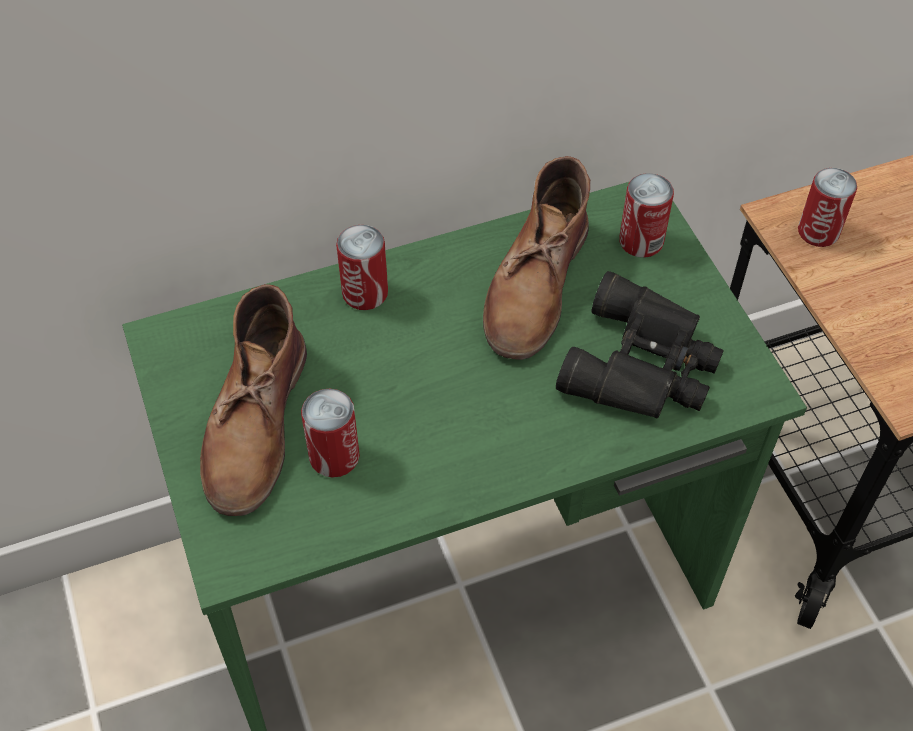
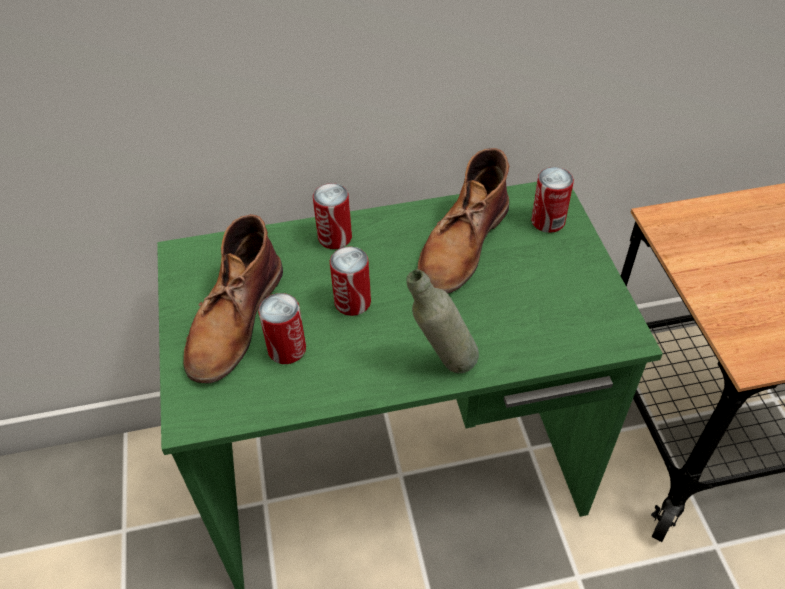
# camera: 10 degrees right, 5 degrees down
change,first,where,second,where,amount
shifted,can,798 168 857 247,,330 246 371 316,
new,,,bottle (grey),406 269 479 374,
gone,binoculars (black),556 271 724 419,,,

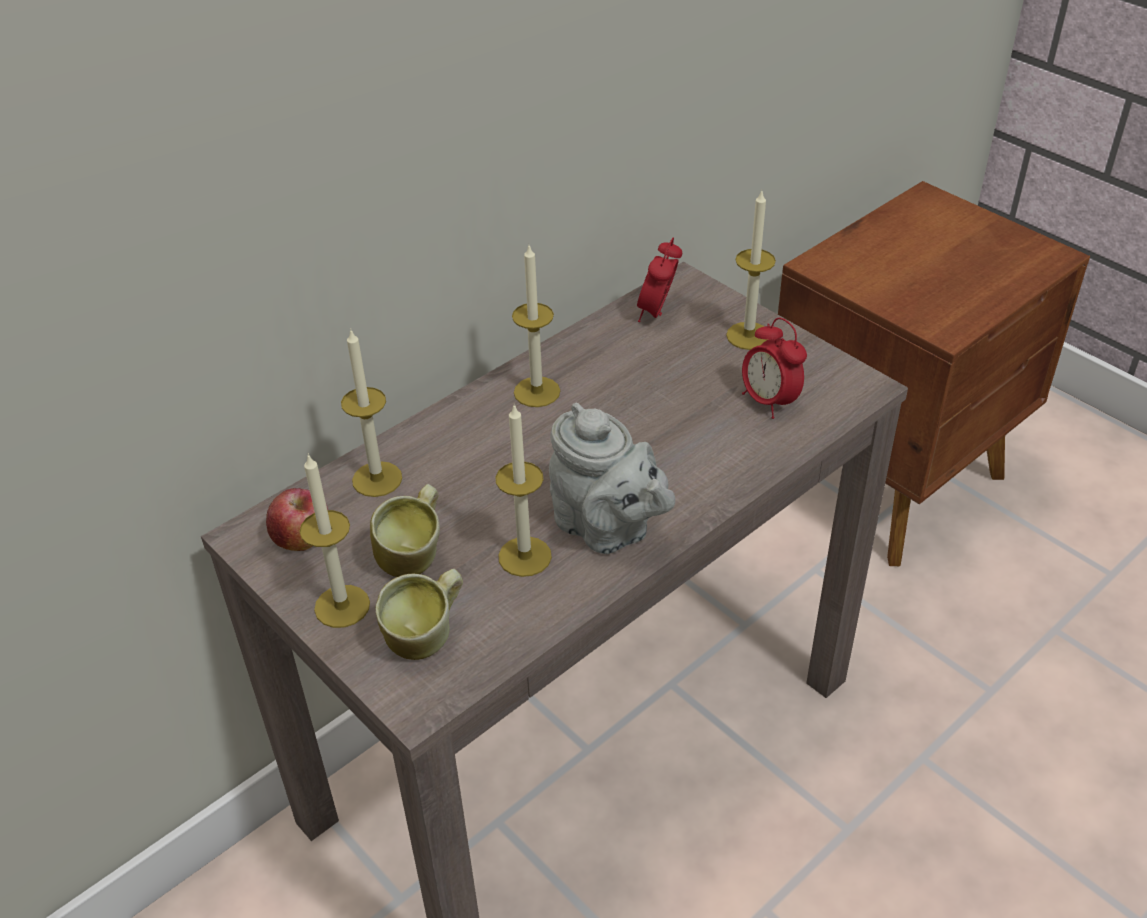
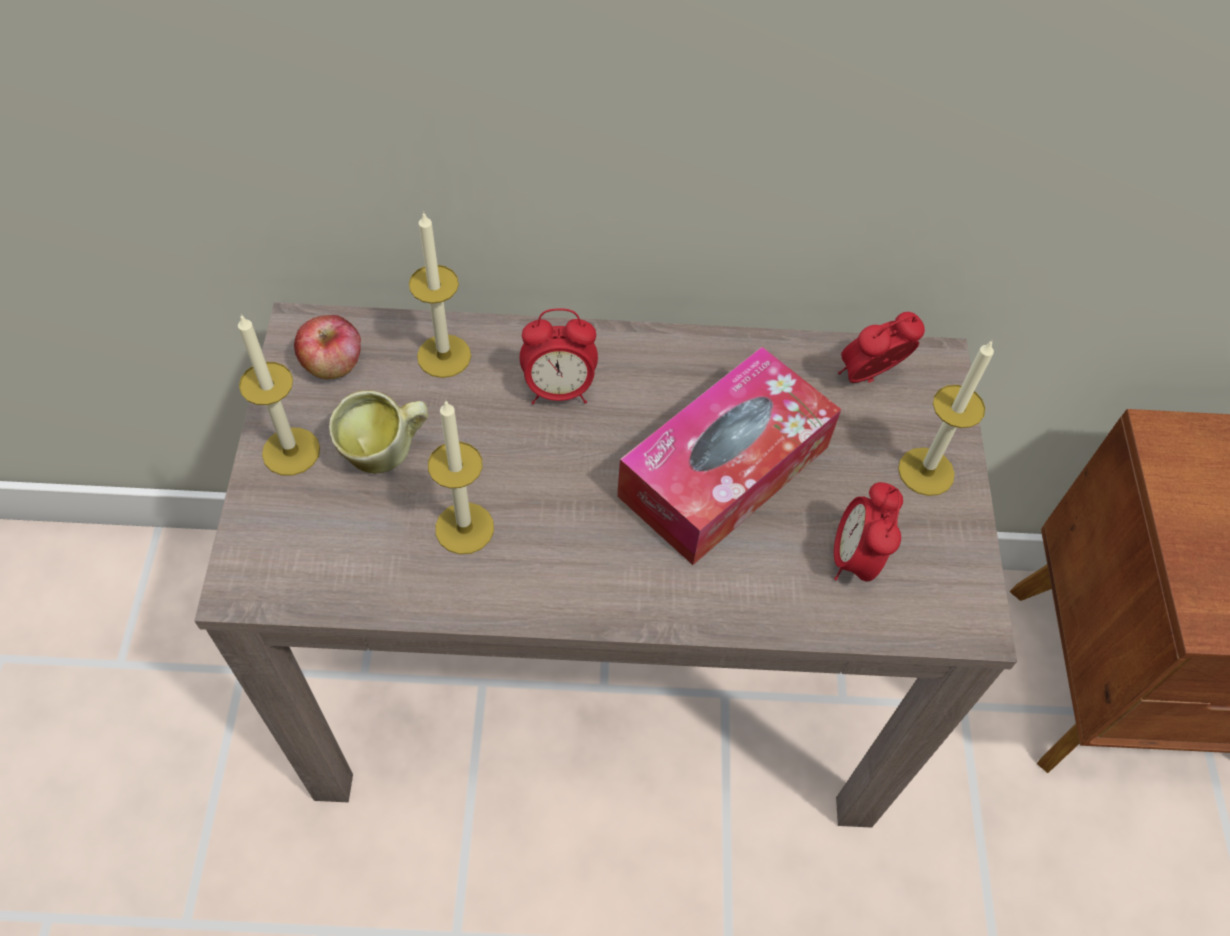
# camera: 40 degrees right, 15 degrees up
change,first,where,second,where,amount
new,,,alarm clock,520 308 598 404,
new,,,tissue box,617 347 841 565,
gone,mug,376 569 463 660,,,
gone,candle,512 246 560 407,,,
gone,teapot (grey),549 403 675 554,,,

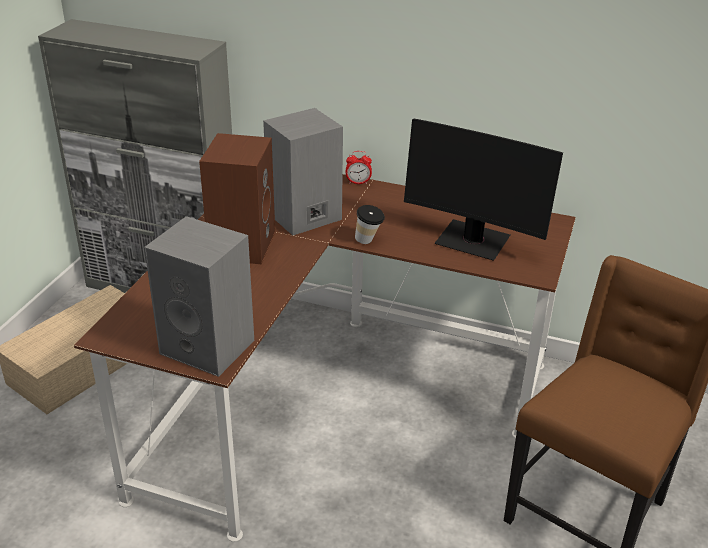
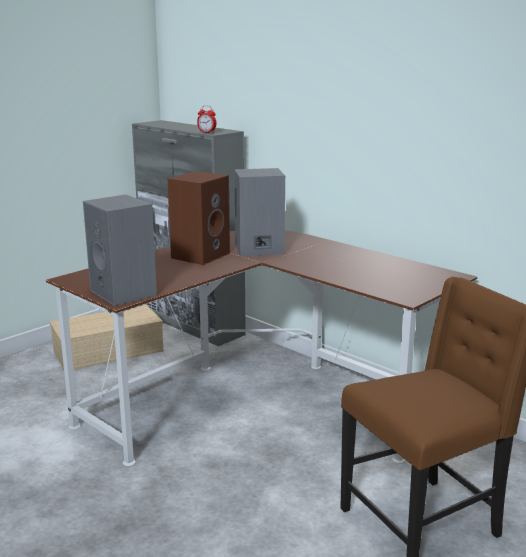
# camera: 25 degrees right, 15 degrees down
change,first,where,second,where,amount
shifted,alarm clock,346 151 372 184,,197 106 216 133,
gone,cup,355 205 385 244,,,
gone,monitor,404 118 563 261,,,

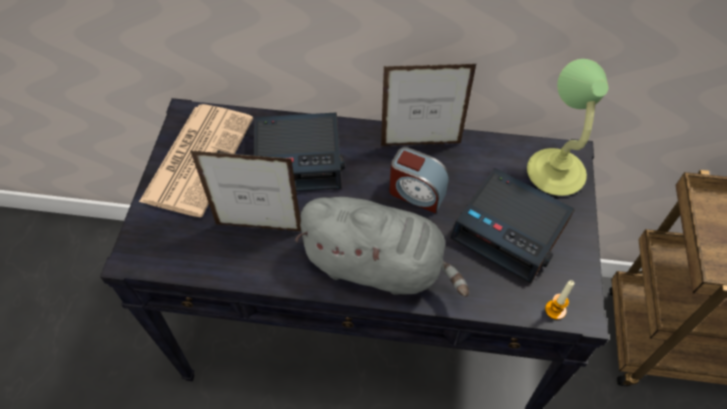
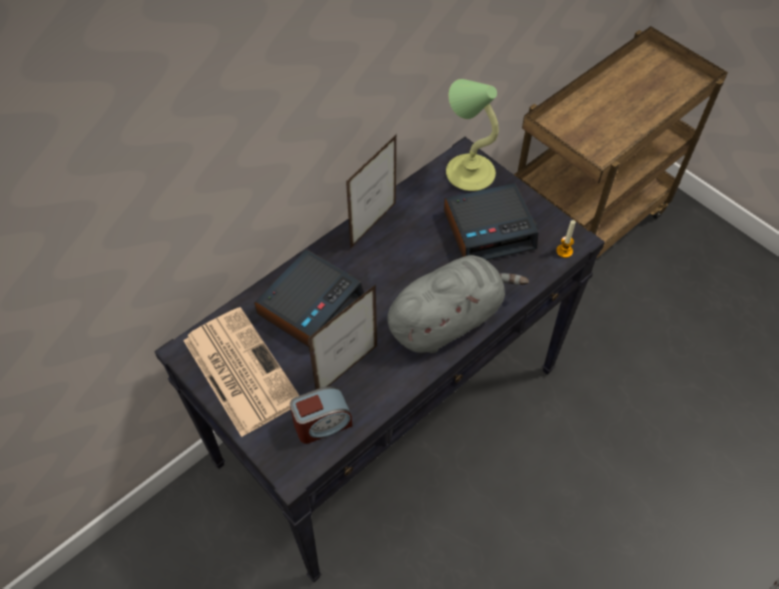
# camera: 50 degrees left, 0 degrees up
change,first,where,second,where,amount
shifted,alarm clock,389 147 449 213,,290 386 352 444,

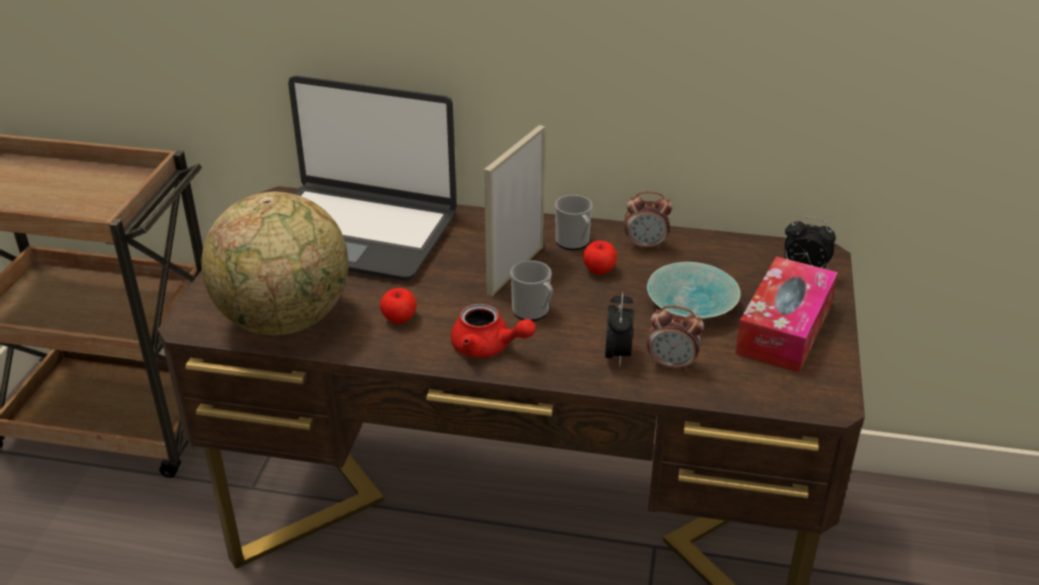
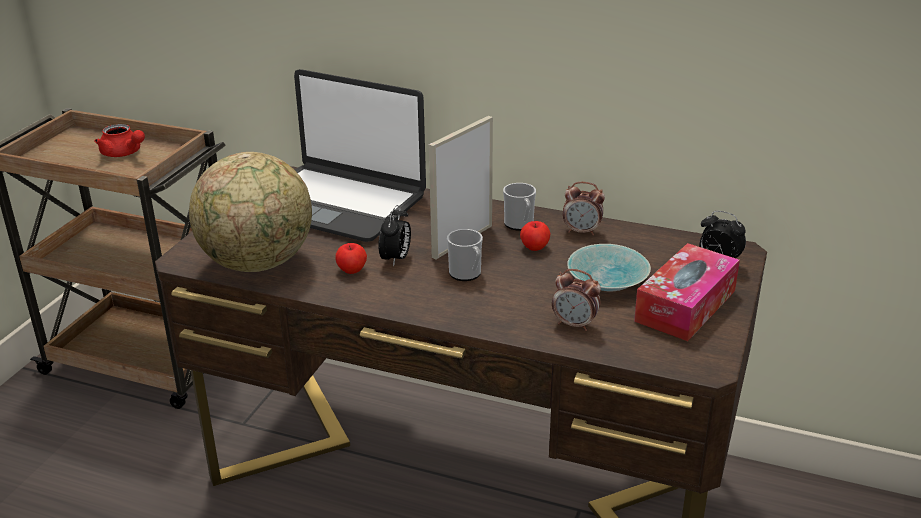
# camera: 10 degrees right, 5 degrees down
change,first,where,second,where,amount
shifted,teapot (red),451 304 536 358,,94 124 145 157,
shifted,alarm clock,605 291 634 366,,378 205 411 267,

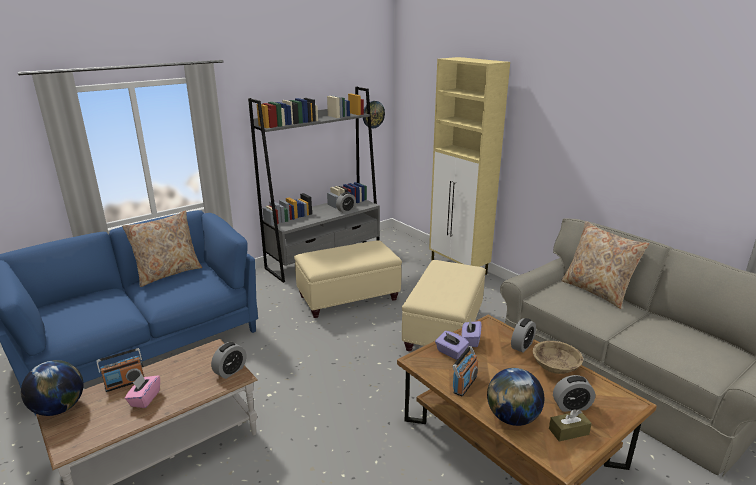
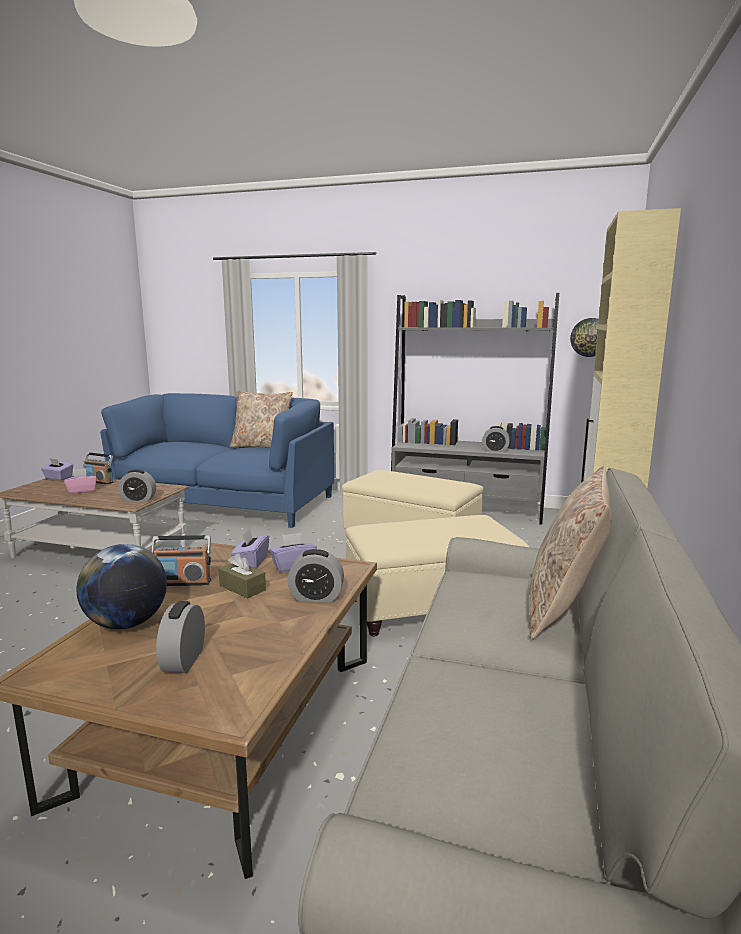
# camera: 55 degrees right, 10 degrees down
change,first,where,second,where,amount
swapped,globe,21 360 84 416,tissue box (purple),41 459 73 480,
rotated,alarm clock,553 375 595 412,,156 601 205 673,45 degrees clockwise
shifted,tissue box (brown),549 409 592 442,,218 553 266 599,
gone,bowl (beige),533 341 583 374,,,

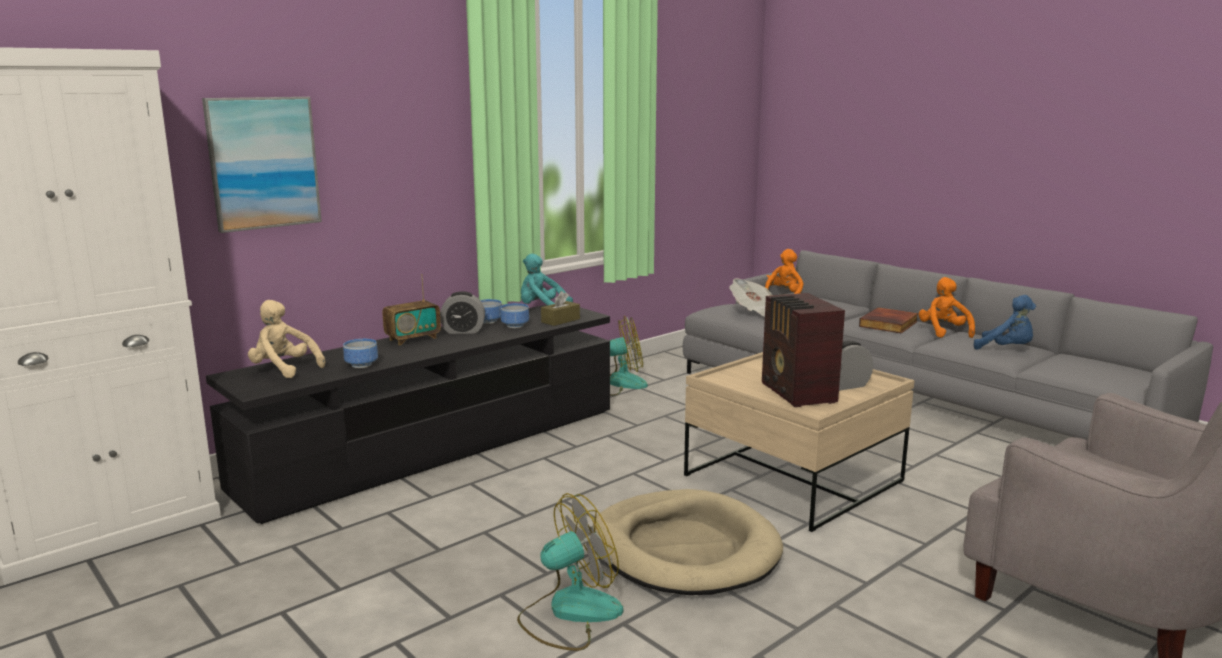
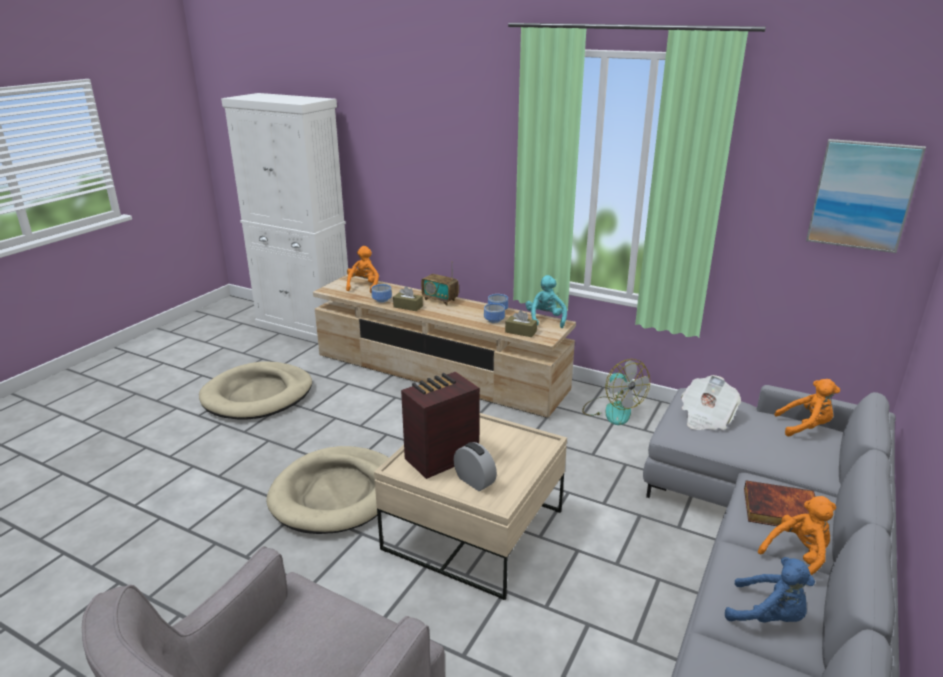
# camera: 70 degrees right, 10 degrees up
change,first,where,second,where,amount
new,,,dog bed (beige),199 361 312 420,
repainted,tv stand (black),206 305 610 524,tv stand (beige),313 274 576 418,
repainted,plush toy (beige),248 300 325 378,plush toy (orange),346 246 379 293,
new,,,tissue box (brown),393 286 423 311,
rotated,plush toy (blue),974 295 1036 350,,725 557 815 623,75 degrees counterclockwise
shifted,picture,202 97 322 233,,806 139 926 253,
gone,alarm clock,440 291 485 334,,,
gone,fan,517 493 623 651,,,

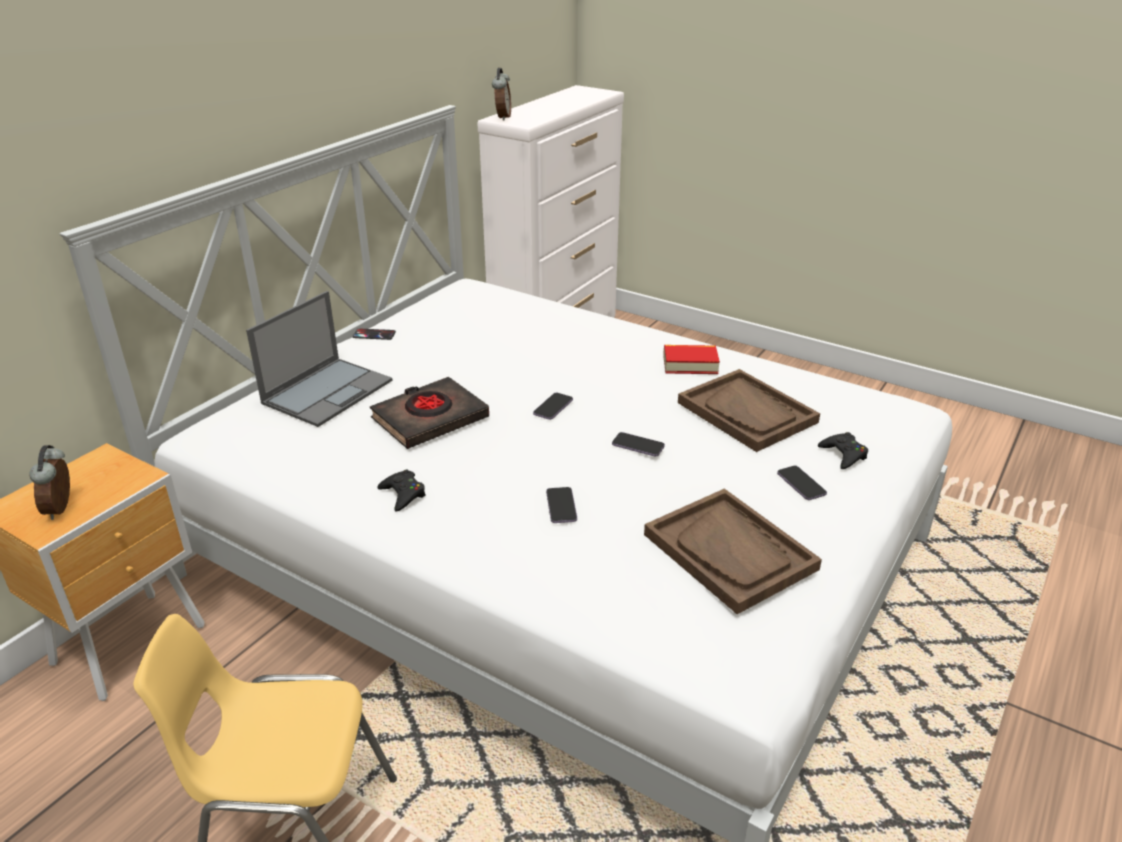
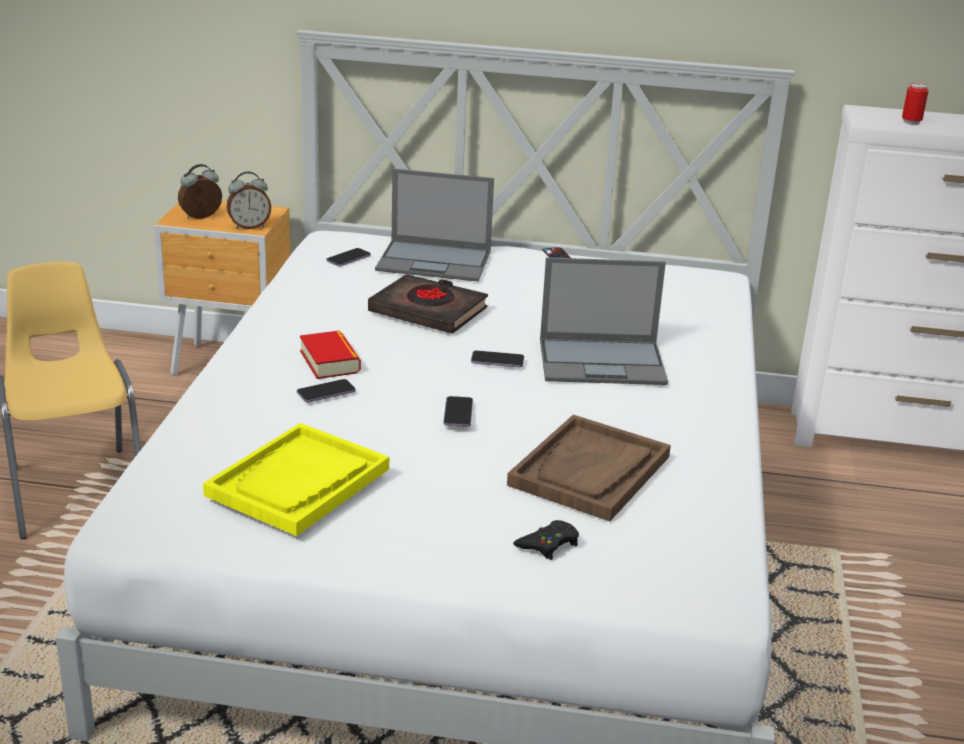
# camera: 65 degrees right, 5 degrees down
change,first,where,second,where,amount
repainted,tray (brown),644 488 822 614,tray (yellow),203 423 389 536,
shifted,alarm clock,492 68 511 121,,227 172 271 229,
shifted,book,663 345 720 374,,300 331 361 379,
shifted,phone,777 466 827 500,,326 248 371 266,
new,,,laptop,540 257 668 385,
new,,,can,902 83 929 125,
gone,game controller (black),377 470 426 512,,,

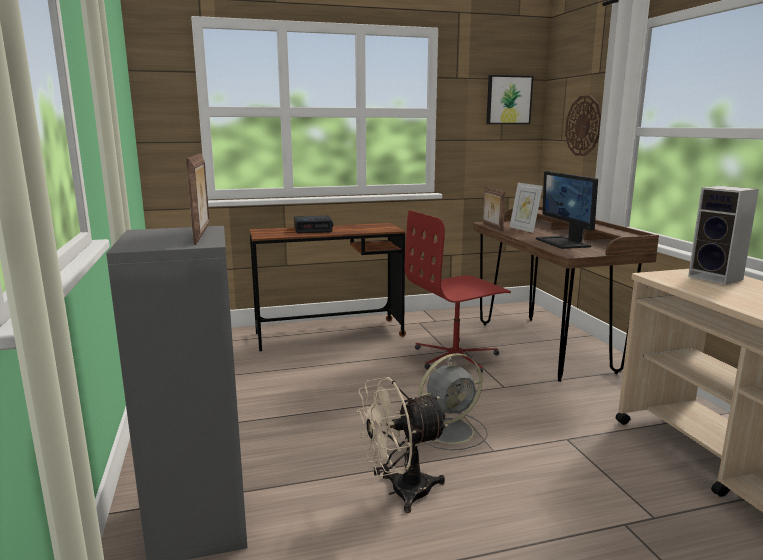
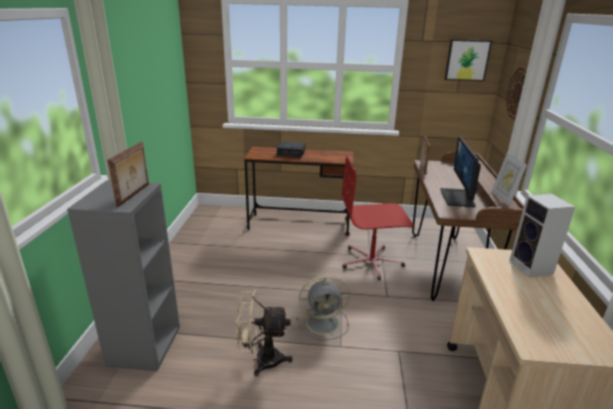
# camera: 20 degrees right, 10 degrees up
change,first,where,second,where,amount
shifted,picture frame,510 183 543 233,,492 153 527 206,

